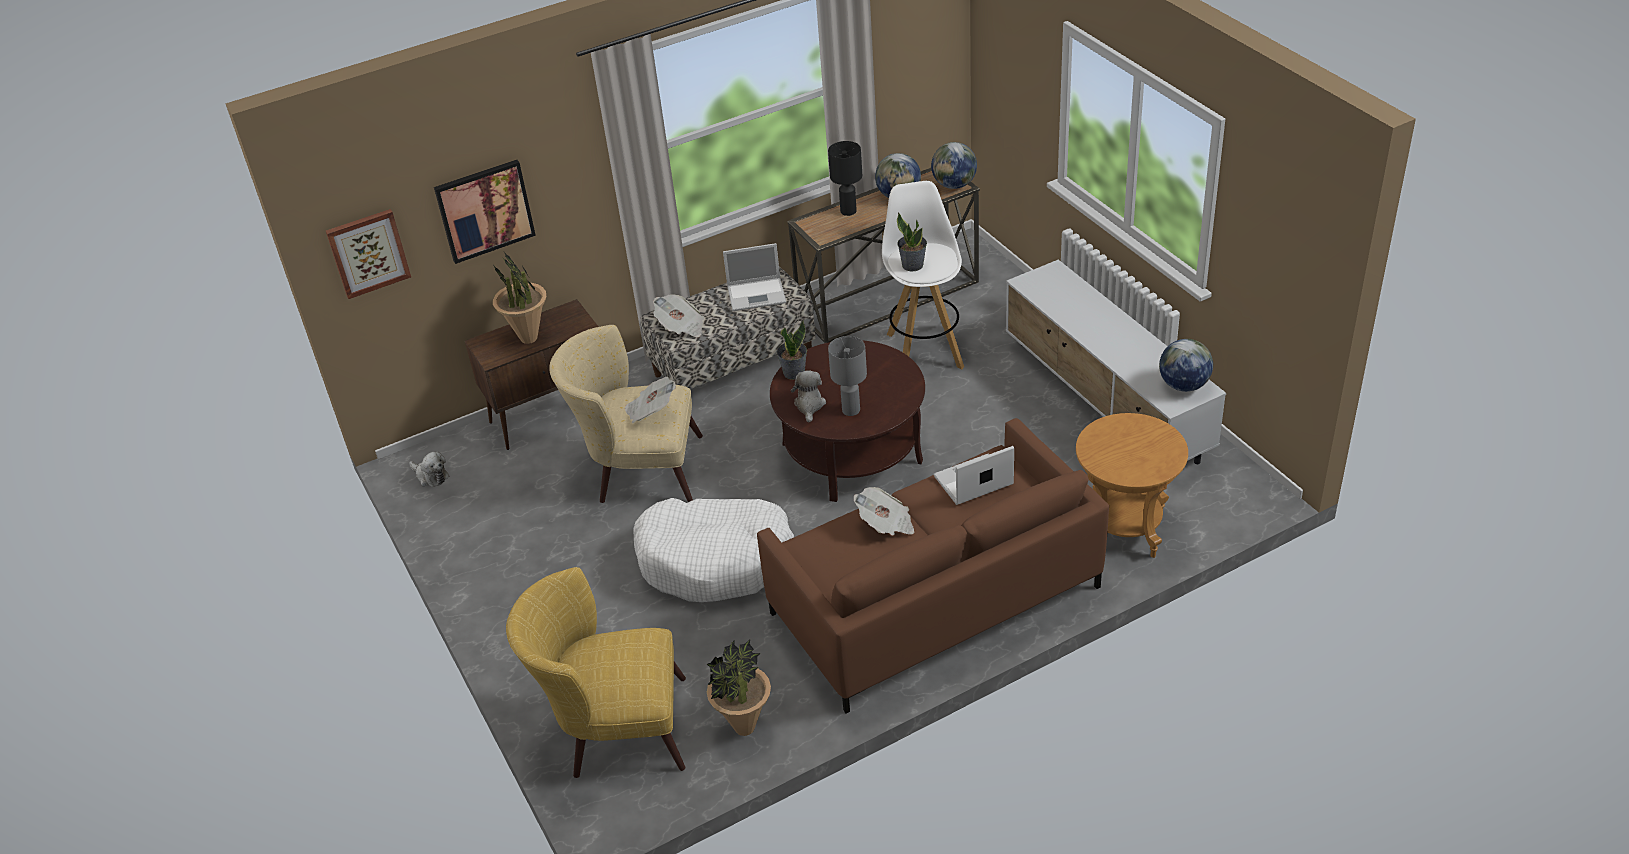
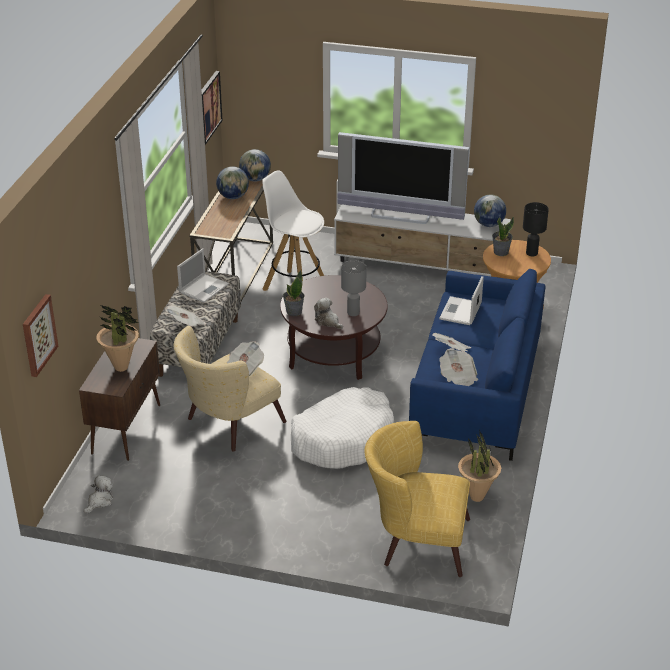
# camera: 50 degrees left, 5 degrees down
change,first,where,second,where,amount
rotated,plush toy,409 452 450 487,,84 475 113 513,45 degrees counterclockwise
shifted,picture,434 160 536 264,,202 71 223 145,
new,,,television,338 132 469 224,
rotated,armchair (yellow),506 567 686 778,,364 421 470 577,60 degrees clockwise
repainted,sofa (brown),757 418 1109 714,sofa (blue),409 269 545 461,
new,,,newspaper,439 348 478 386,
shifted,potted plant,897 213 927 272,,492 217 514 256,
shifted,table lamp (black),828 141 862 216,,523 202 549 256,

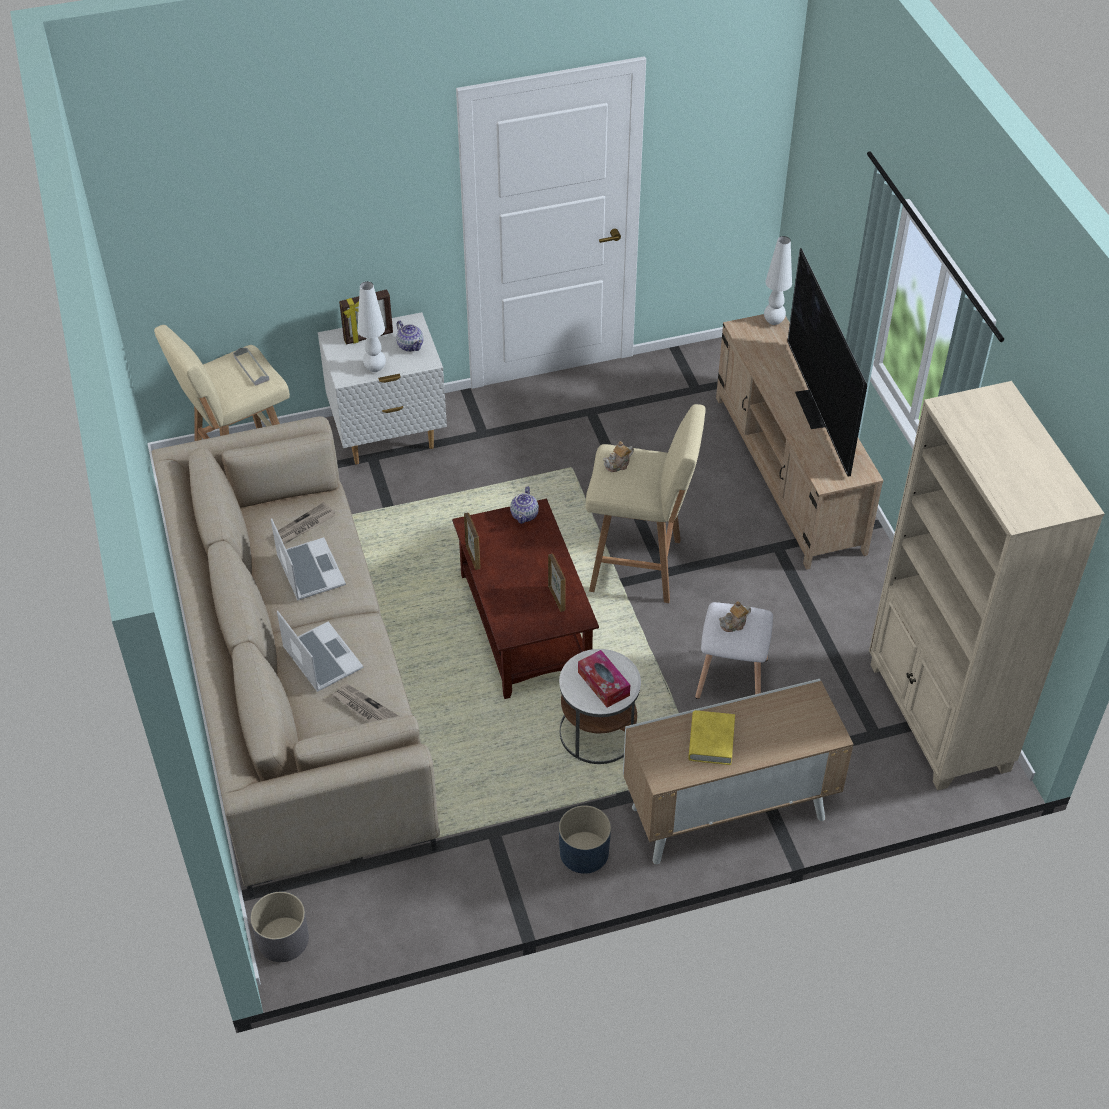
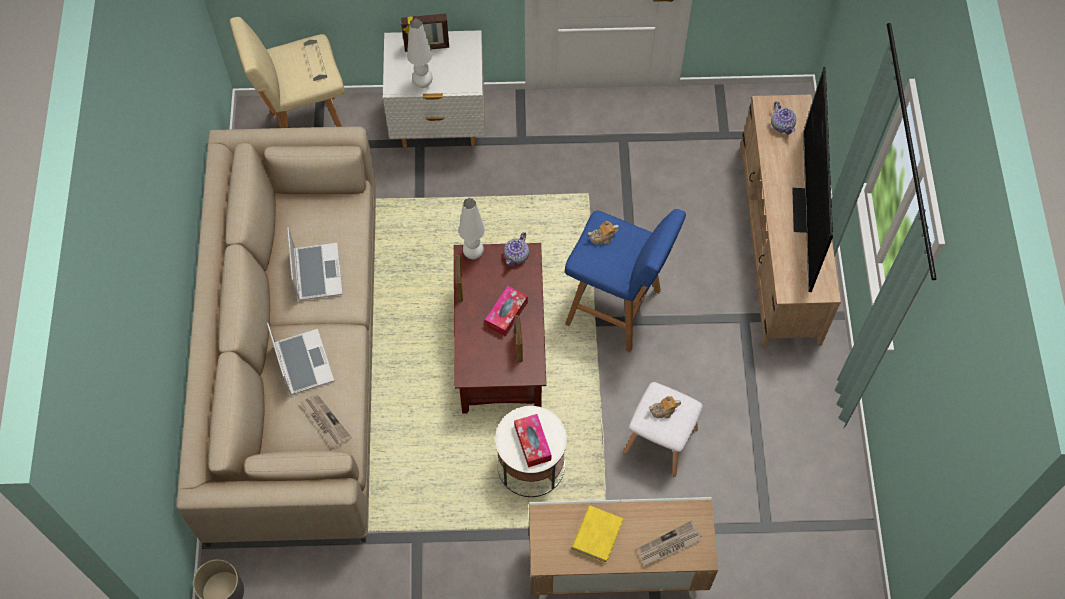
# camera: 15 degrees right, 15 degrees up
change,first,where,second,where,amount
shifted,table lamp (white),764 236 792 325,,459 198 485 259,
new,,,tissue box,485 286 528 337,
repainted,stool (beige),586 404 706 603,stool (blue),565 209 686 353,
shifted,newspaper,273 502 335 544,,637 520 702 566,
shifted,teapot,396 321 423 352,,771 101 796 134,
gone,planter (blue),559 805 611 874,,,
gone,bookcase (beige),869 381 1105 791,,,

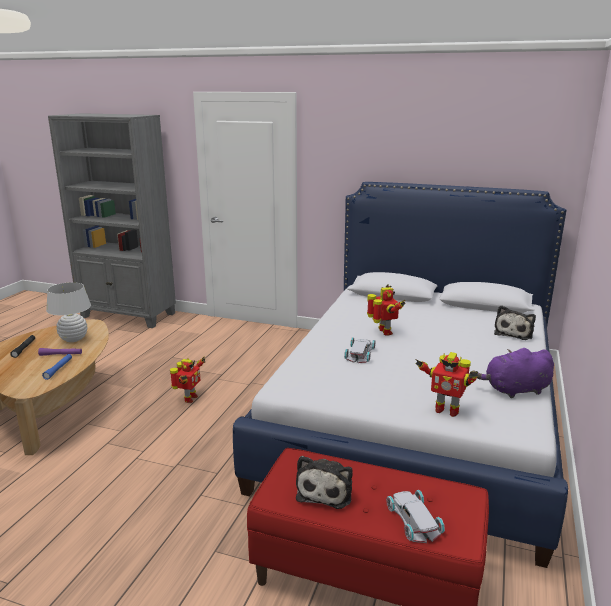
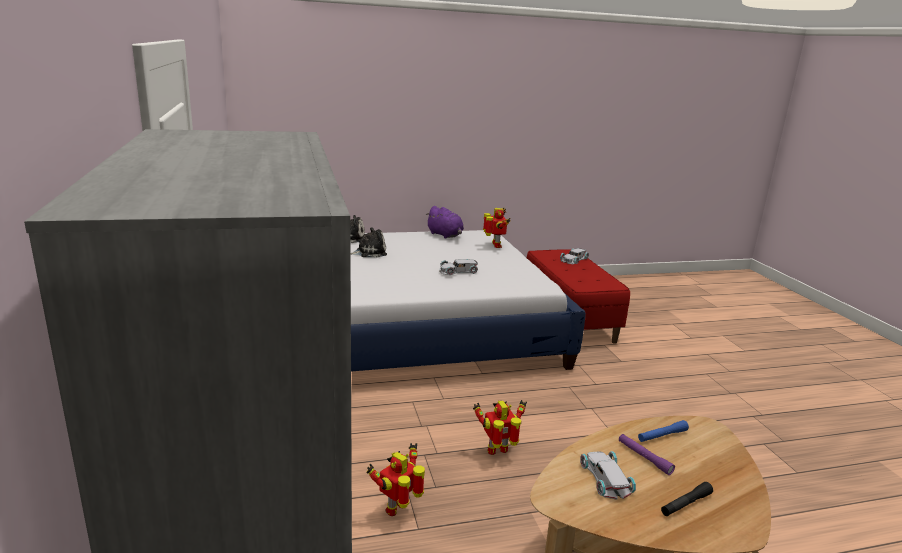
# camera: 125 degrees left, 0 degrees up
change,first,where,second,where,amount
shifted,plush toy,296 456 353 509,,350 227 387 258,
shifted,toy robot,367 284 406 336,,367 443 425 516,
swapped,table lamp (white),46 282 91 342,toy car (white),580 451 636 500,

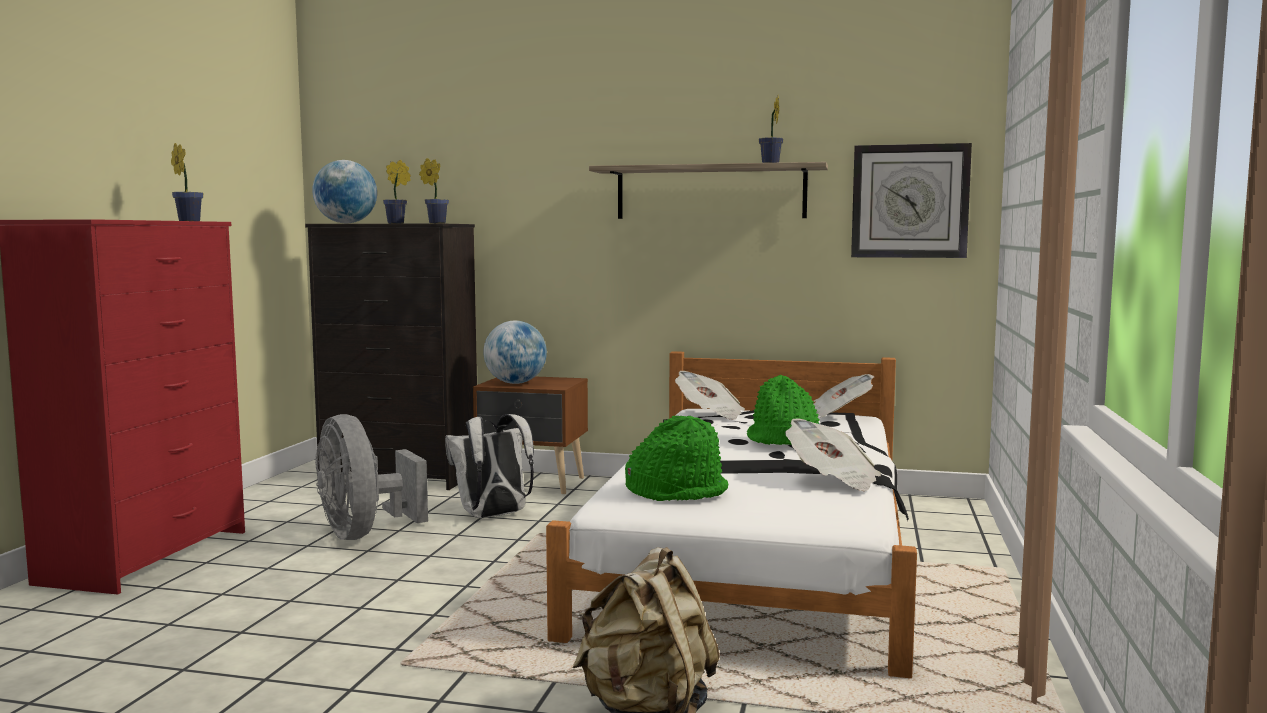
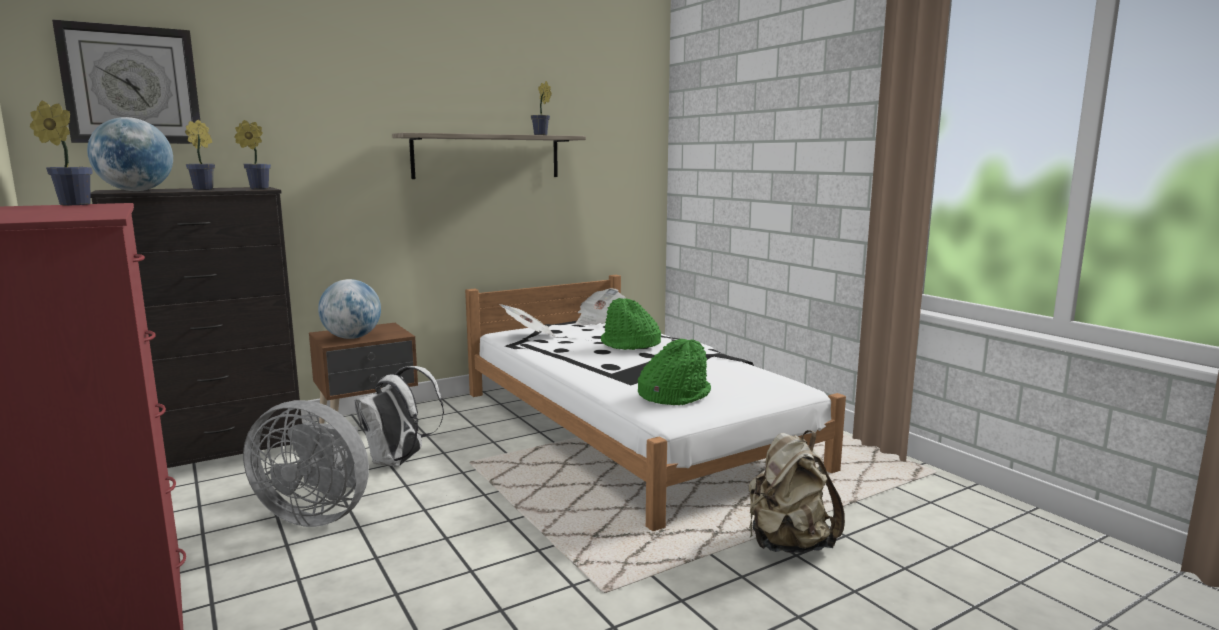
# camera: 45 degrees left, 5 degrees up
change,first,where,second,where,amount
shifted,wall clock,851 143 972 258,,52 19 200 144,
gone,newspaper,785 418 881 492,,,

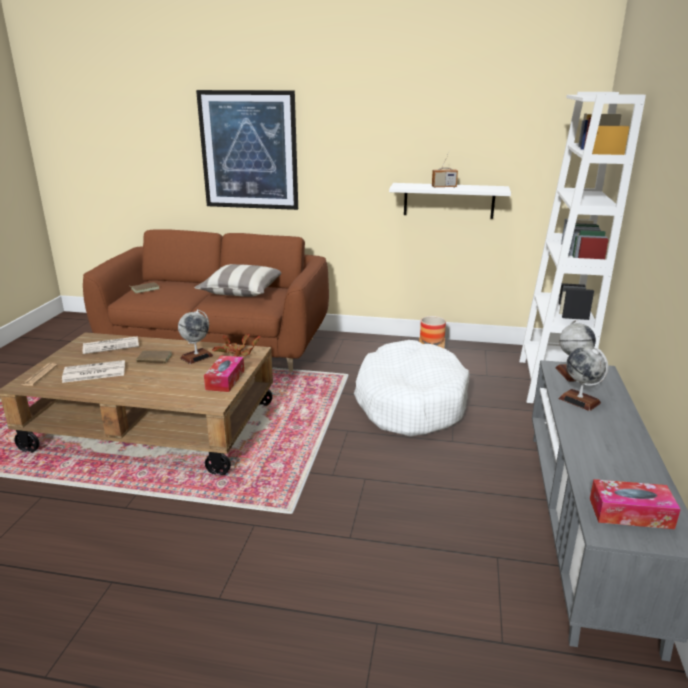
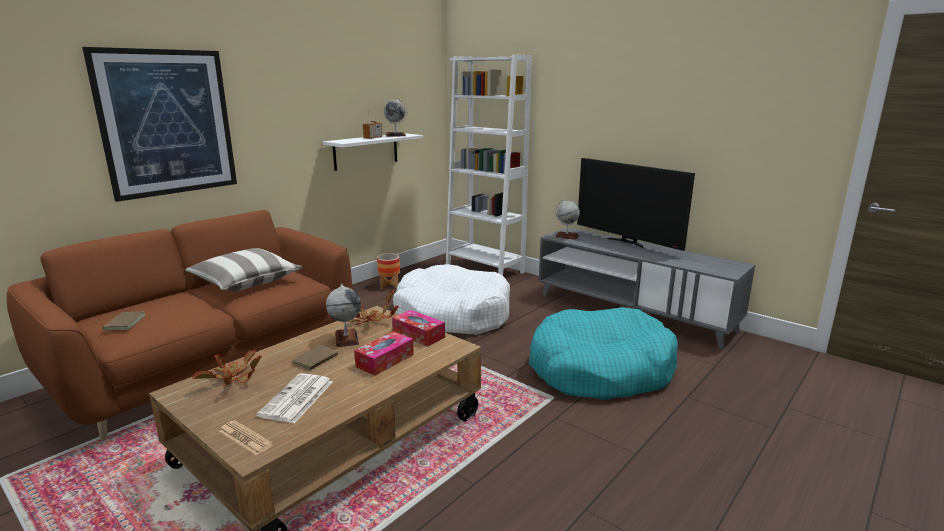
# camera: 60 degrees left, 5 degrees down
change,first,where,second,where,amount
swapped,newspaper,83 336 139 354,potted plant,192 349 262 386,
shifted,tissue box,590 479 681 529,,354 331 414 376,
shifted,globe,558 346 608 411,,384 99 407 137,
new,,,dog bed (turquoise),529 307 678 400,
new,,,television,577 158 695 251,

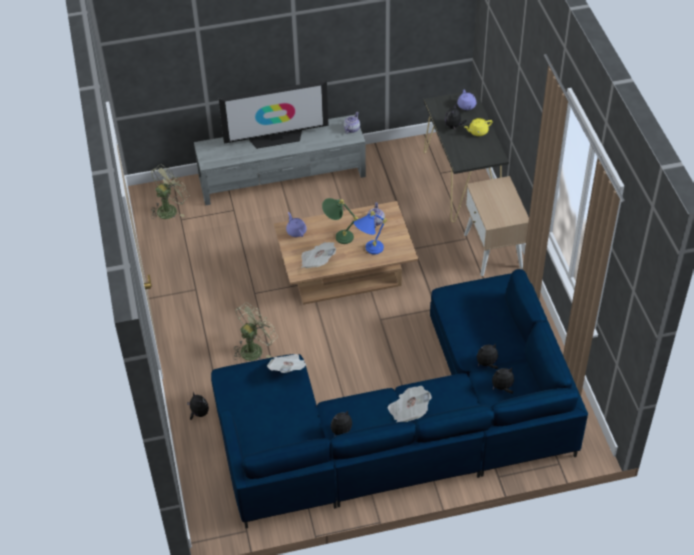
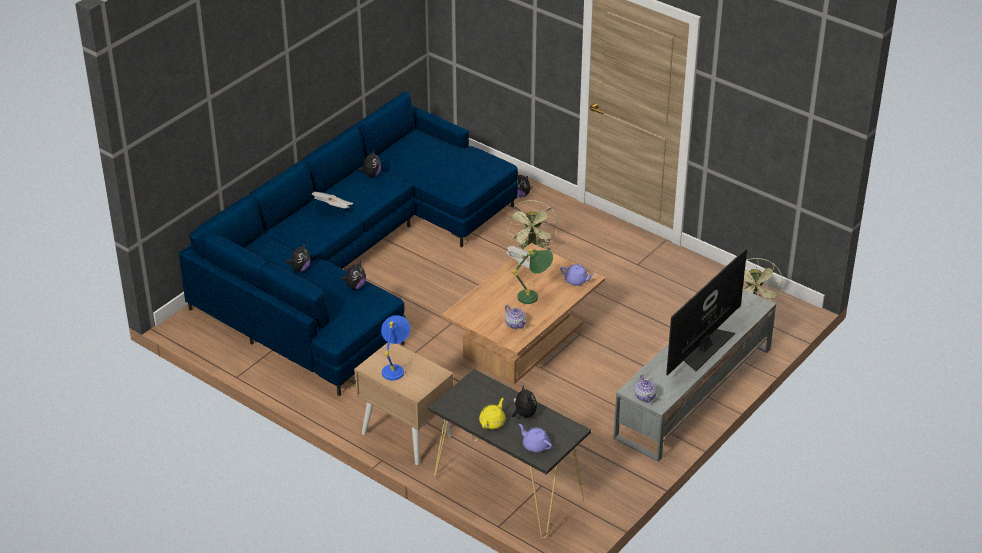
# camera: 140 degrees right, 10 degrees down
change,first,where,second,where,amount
shifted,plush toy,492 368 514 393,,340 261 366 289,
shifted,table lamp (blue),354 211 387 255,,381 315 410 381,
gone,newspaper,267 354 307 373,,,

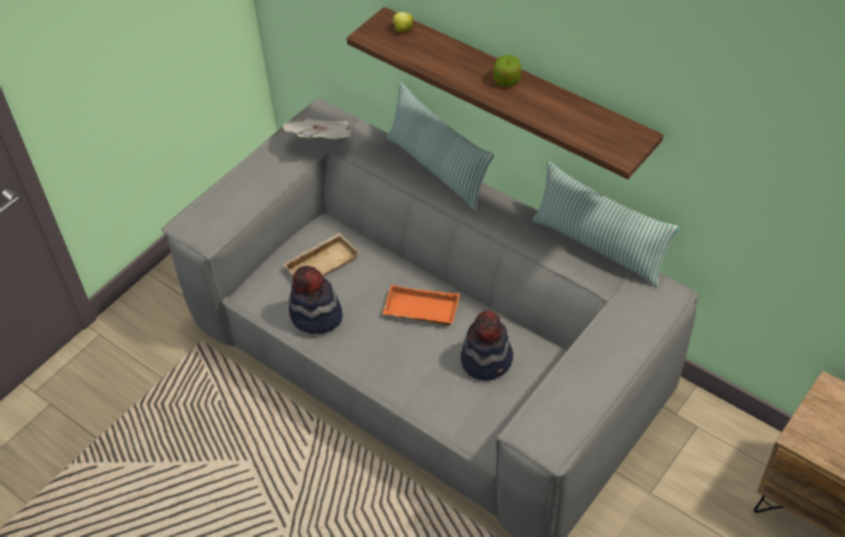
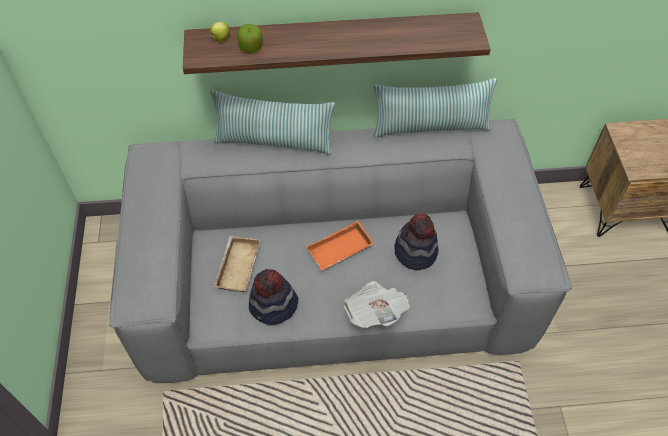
# camera: 45 degrees left, 5 degrees up
change,first,where,second,where,amount
shifted,apple,493 55 521 86,,237 24 263 53,
shifted,newspaper,283 118 352 139,,343 281 410 328,

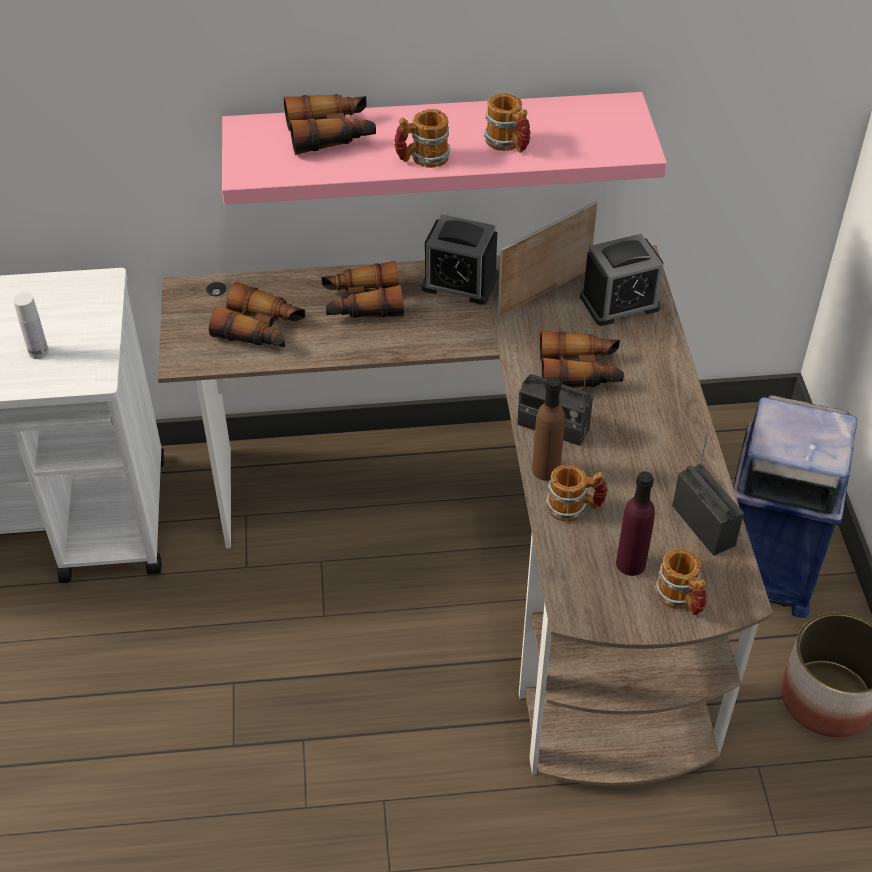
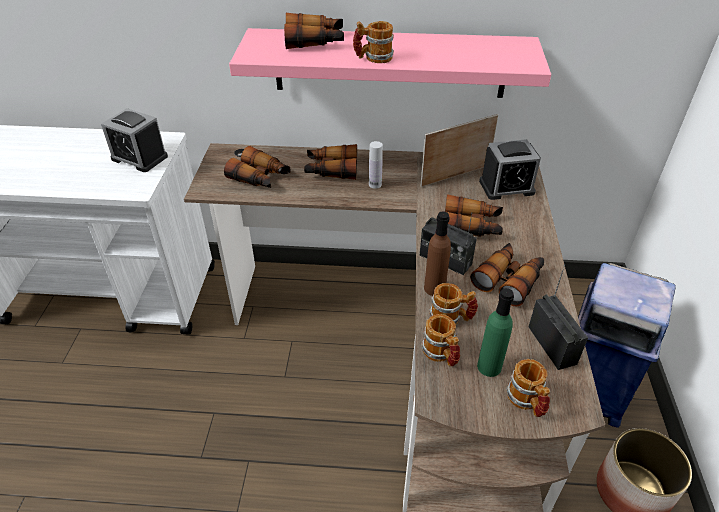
# camera: 10 degrees right, 5 degrees down
change,first,where,second,where,amount
shifted,alarm clock,421 214 499 305,,101 108 168 172,
shifted,bottle (white),13 293 49 359,,369 141 383 189,
shifted,mug,484 93 531 153,,421 314 460 366,
new,,,binoculars,470 243 544 306,
repainted,bottle (purple),616 471 655 576,bottle (green),477 288 514 377,

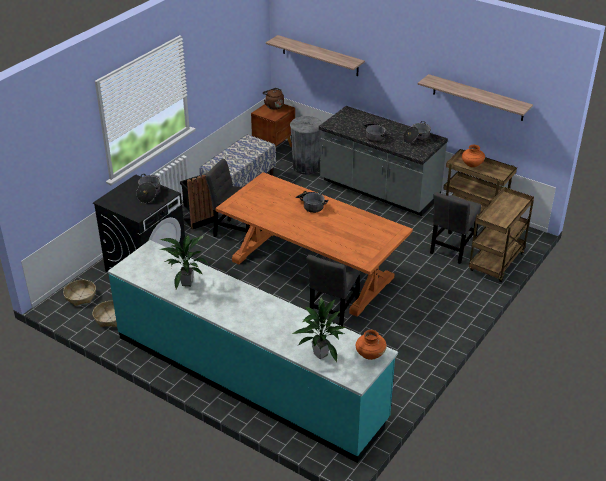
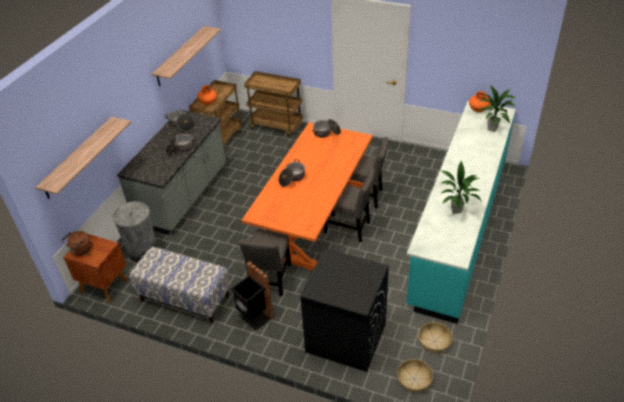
# camera: 100 degrees left, 5 degrees up
change,first,where,second,where,amount
shifted,cooking pot,136 174 160 203,,312 119 341 138,
shifted,chair (grey),430 192 481 264,,324 168 375 242,

